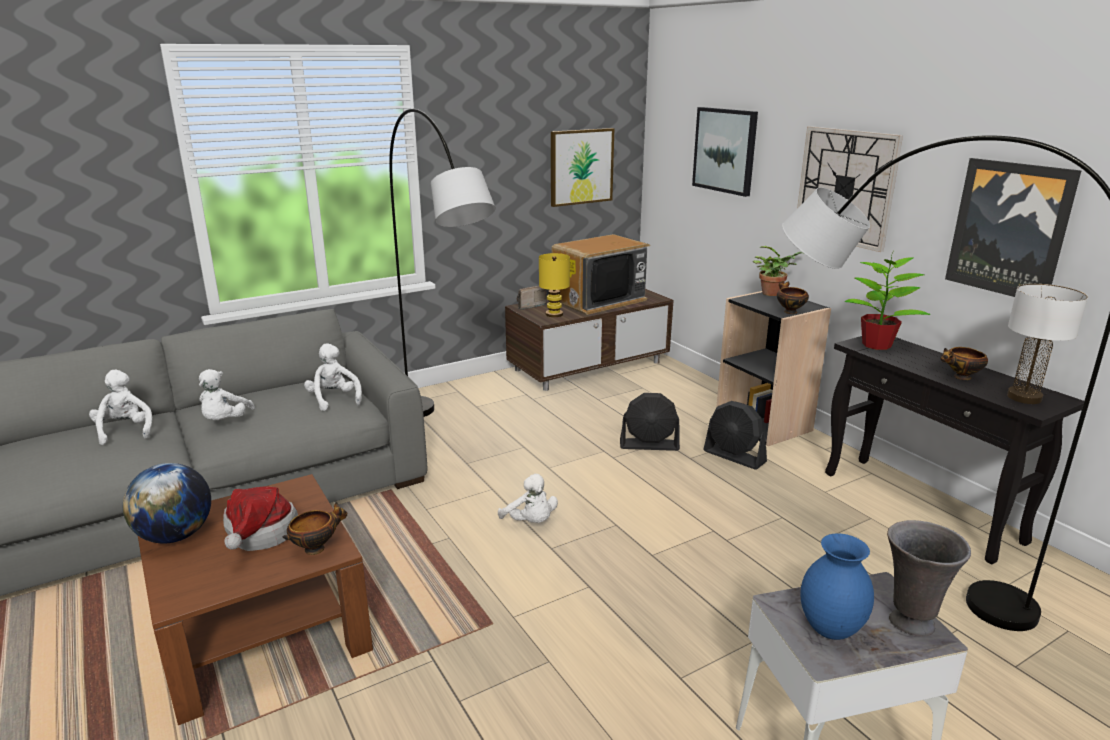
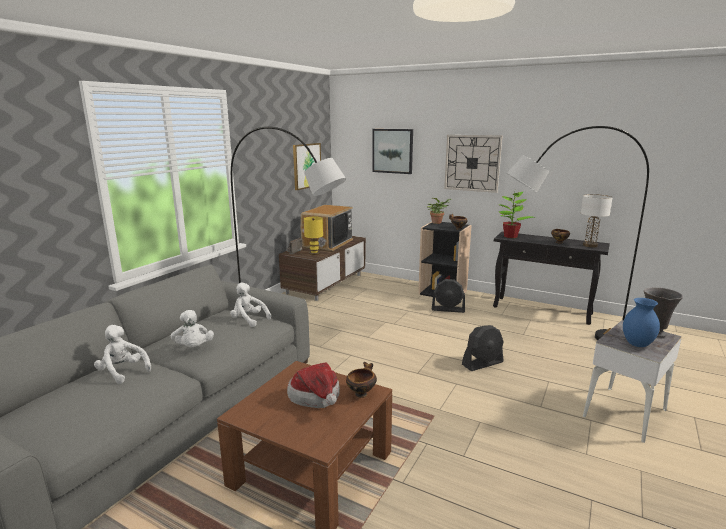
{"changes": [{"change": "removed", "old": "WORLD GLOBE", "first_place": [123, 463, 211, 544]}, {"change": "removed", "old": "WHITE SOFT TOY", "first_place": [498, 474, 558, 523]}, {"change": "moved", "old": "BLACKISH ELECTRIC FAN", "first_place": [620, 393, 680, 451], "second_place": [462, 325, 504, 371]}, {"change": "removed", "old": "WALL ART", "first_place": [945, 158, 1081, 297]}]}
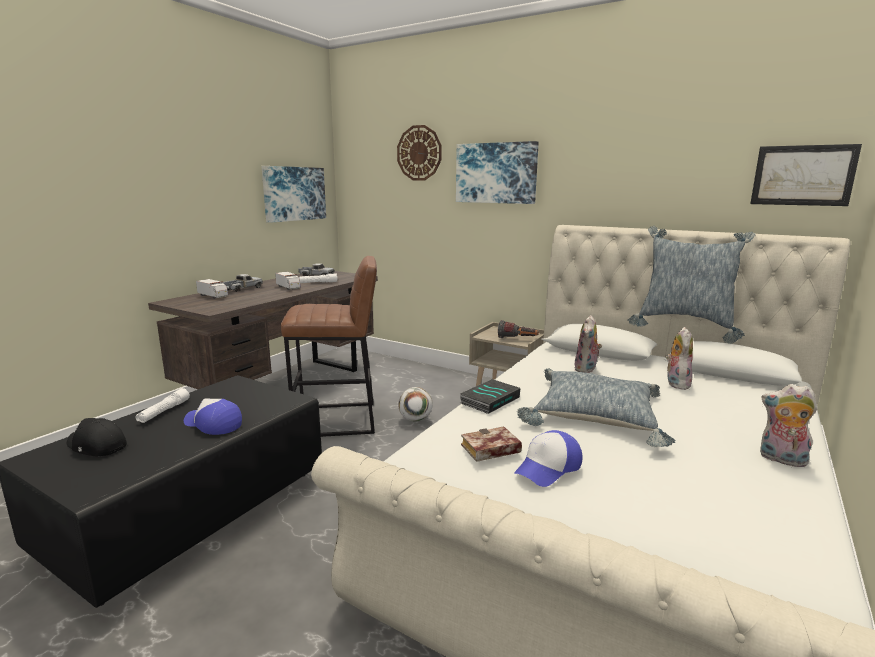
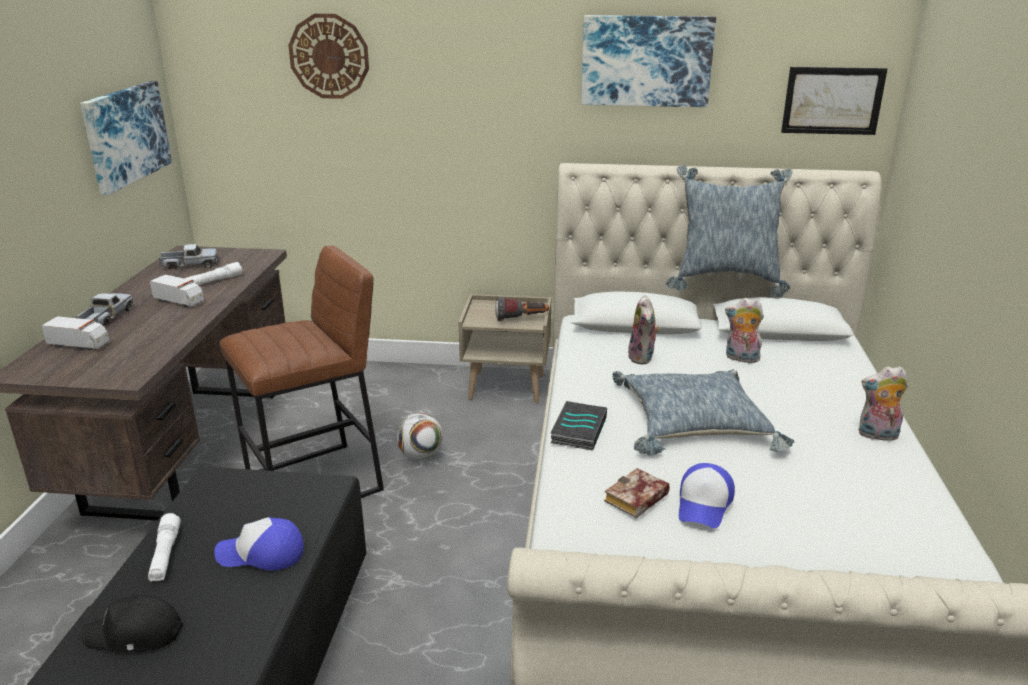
{"changes": [{"change": "moved", "old": "WALL ART", "first_place": [456, 141, 539, 204], "second_place": [581, 15, 716, 107]}, {"change": "turned", "old": "SOFT TOY", "first_place": [666, 327, 693, 390], "second_place": [725, 298, 764, 363], "degrees": -60}]}
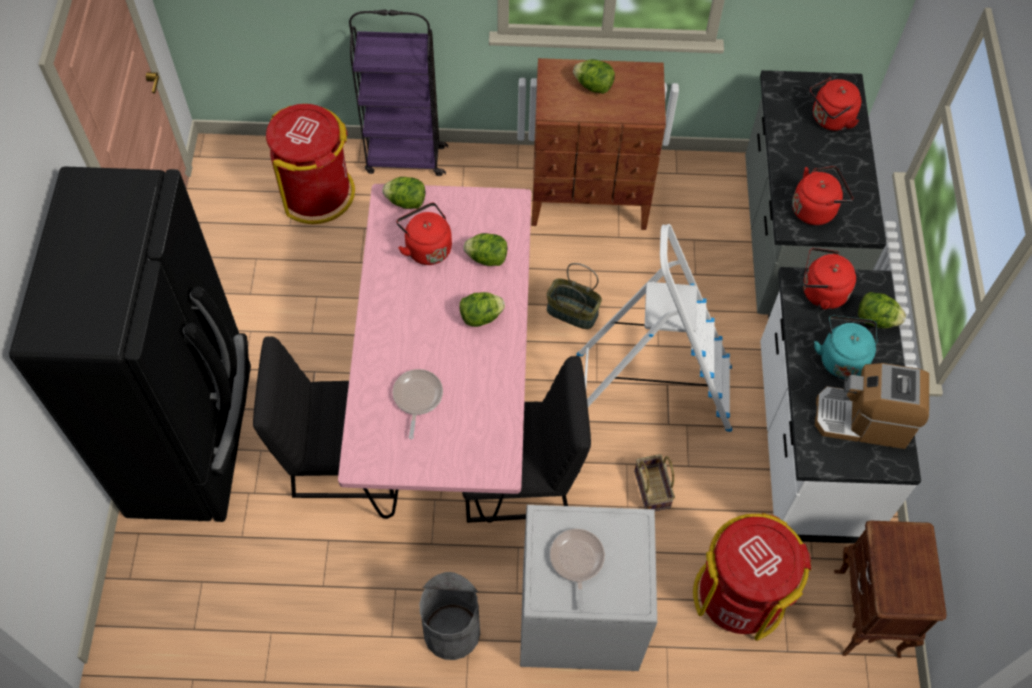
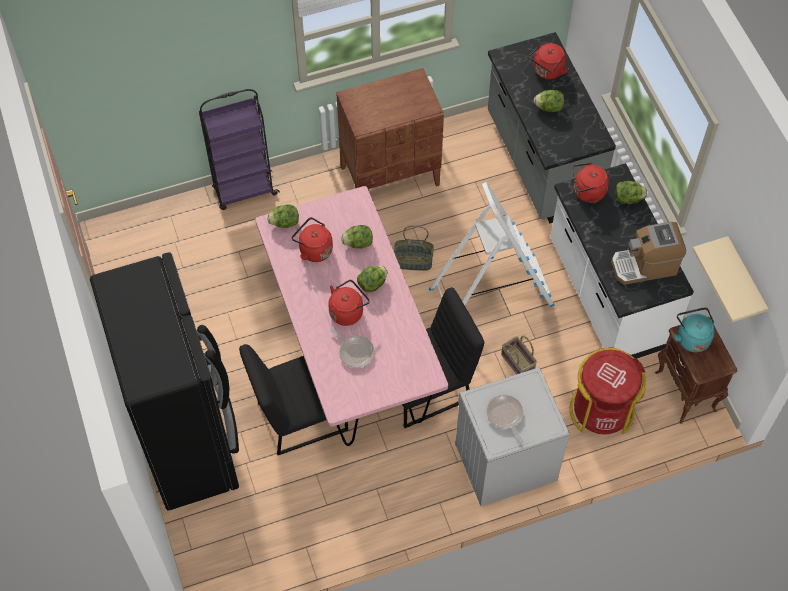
{"changes": [{"change": "removed", "old": "RED RUBBISH BIN", "first_place": [266, 104, 355, 224]}, {"change": "turned", "old": "FRYING PAN", "first_place": [393, 369, 443, 439], "second_place": [330, 328, 375, 368], "degrees": 150}, {"change": "removed", "old": "GREY RUBBISH BIN", "first_place": [420, 572, 480, 660]}, {"change": "moved", "old": "LETTUCE", "first_place": [573, 59, 615, 94], "second_place": [534, 90, 564, 112]}, {"change": "moved", "old": "RED TEA KETTLE", "first_place": [792, 166, 853, 225], "second_place": [328, 280, 370, 326]}, {"change": "moved", "old": "TURQUOISE-COLOURED TEA KETTLE", "first_place": [814, 316, 878, 379], "second_place": [674, 307, 715, 352]}, {"change": "added", "new": "BEIGE-COLOURED BRACKET SHELF", "second_place": [692, 236, 768, 322]}]}
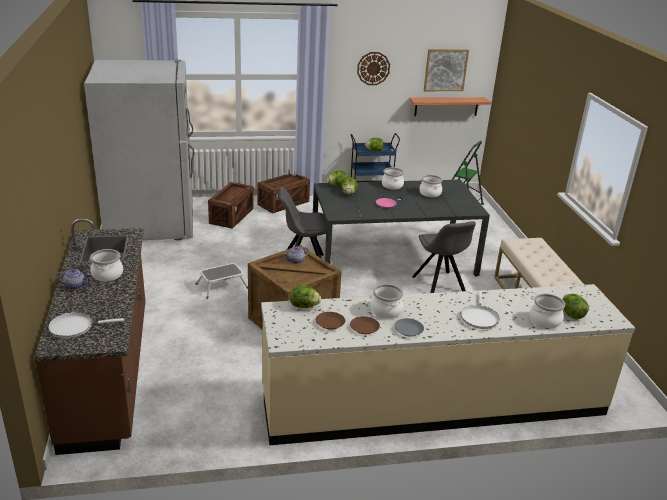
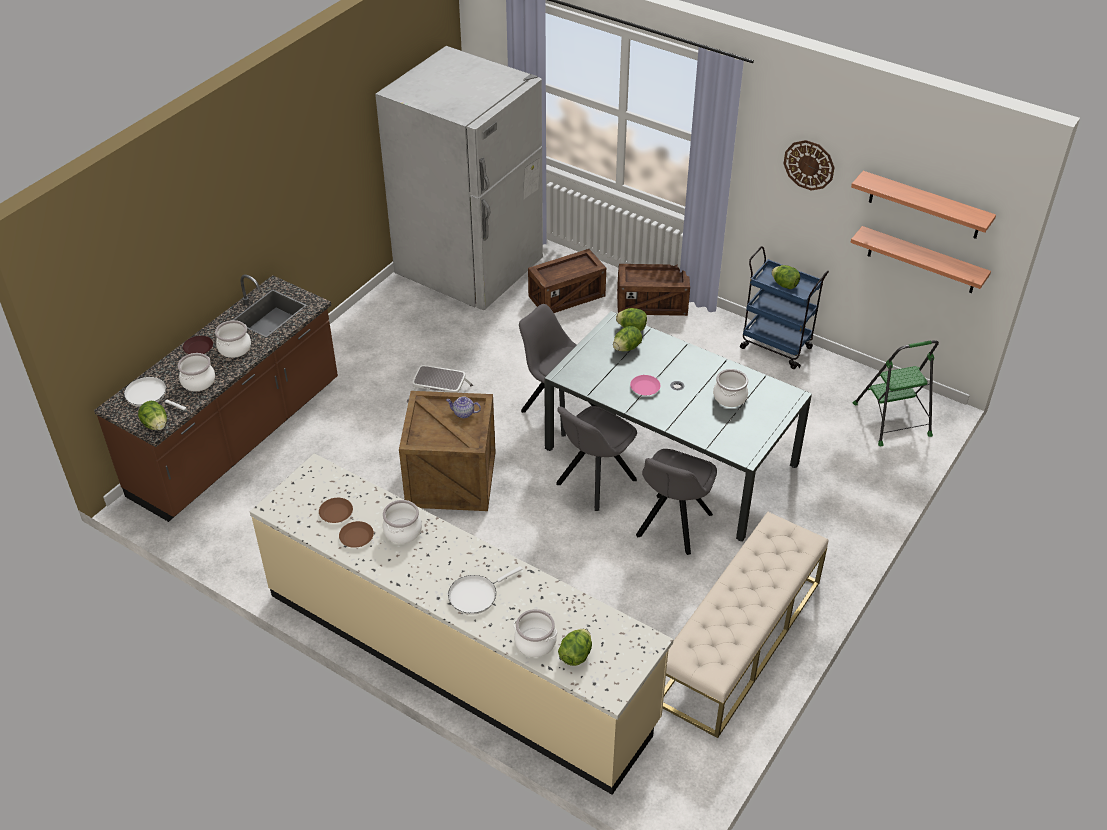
{"changes": [{"change": "replaced", "old": "POT FOR TEA", "new": "BROWNISH FLAT DISH", "first_place": [57, 269, 91, 290], "second_place": [183, 336, 213, 354]}, {"change": "moved", "old": "LETTUCE", "first_place": [290, 285, 321, 308], "second_place": [138, 401, 167, 430]}, {"change": "moved", "old": "COOKING POT", "first_place": [382, 167, 404, 190], "second_place": [178, 353, 215, 391]}, {"change": "removed", "old": "GREY FLAT DISH", "first_place": [394, 318, 424, 336]}, {"change": "replaced", "old": "WALL ART", "new": "BRACKET SHELF", "first_place": [424, 49, 469, 91], "second_place": [851, 171, 996, 239]}, {"change": "added", "new": "GREY UPRIGHT CHAIR", "second_place": [556, 406, 637, 511]}]}
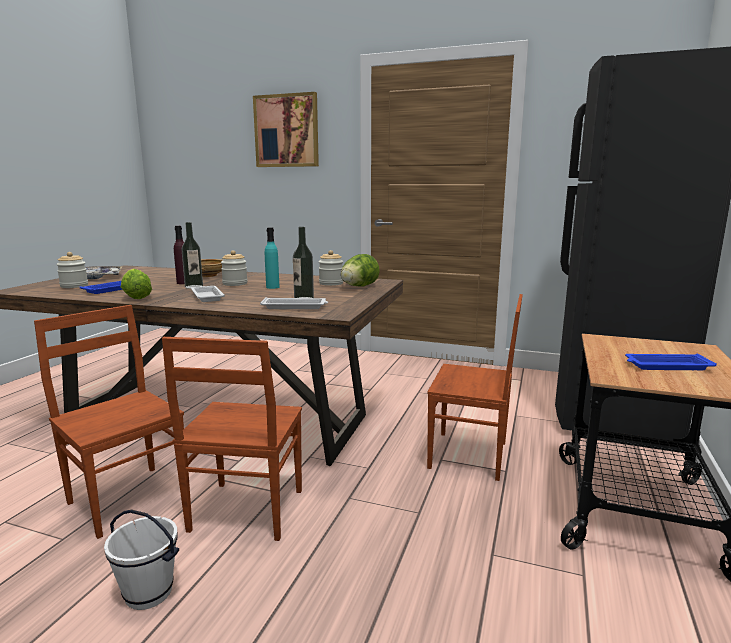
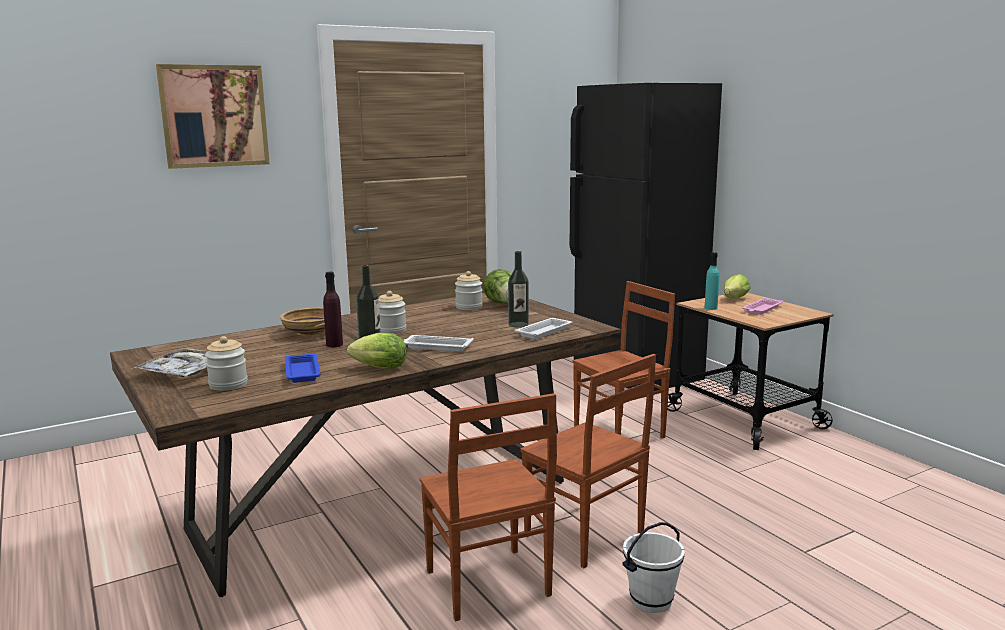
{"changes": [{"change": "turned", "old": "BROWNISH UPRIGHT CHAIR", "first_place": [34, 305, 184, 539], "second_place": [420, 393, 557, 621], "degrees": -105}, {"change": "moved", "old": "TURQUOISE-COLOURED BOTTLE", "first_place": [265, 227, 280, 289], "second_place": [704, 252, 719, 310]}, {"change": "recoloured", "old": "BLUE TRAY", "new": "PINK-COLOURED TRAY", "first_place": [625, 354, 717, 370], "second_place": [742, 298, 783, 315]}, {"change": "added", "new": "LETTUCE", "second_place": [724, 274, 751, 299]}]}
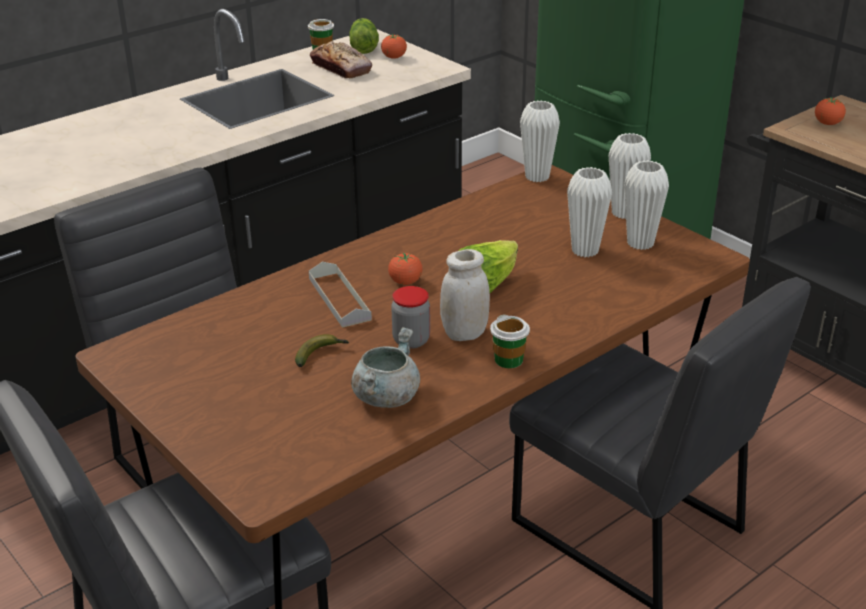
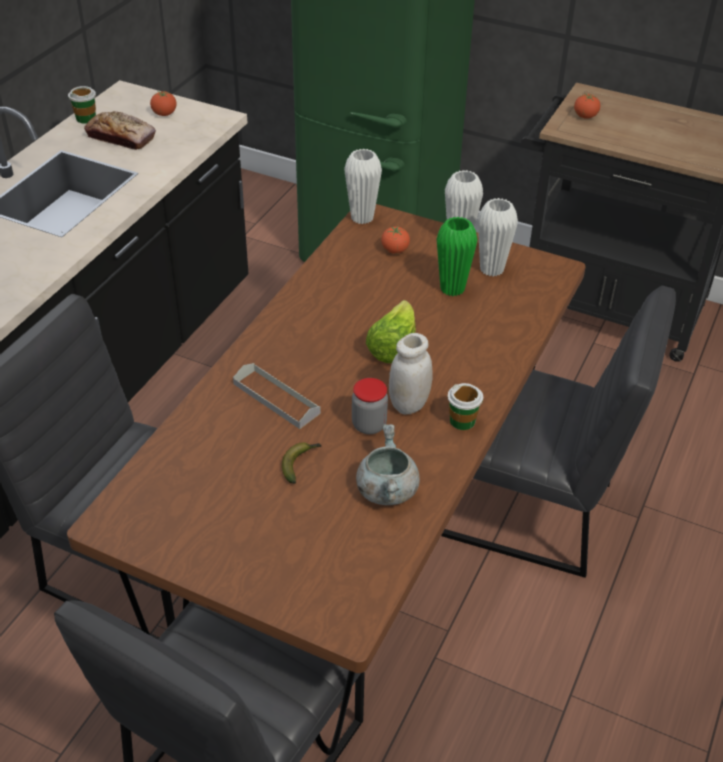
{"changes": [{"change": "removed", "old": "LETTUCE", "first_place": [349, 18, 379, 54]}, {"change": "moved", "old": "TOMATO", "first_place": [388, 253, 422, 285], "second_place": [381, 227, 410, 253]}, {"change": "recoloured", "old": "WHITE FLOWER VASE", "new": "GREEN-COLOURED FLOWER VASE", "first_place": [567, 167, 612, 257], "second_place": [437, 217, 477, 296]}]}
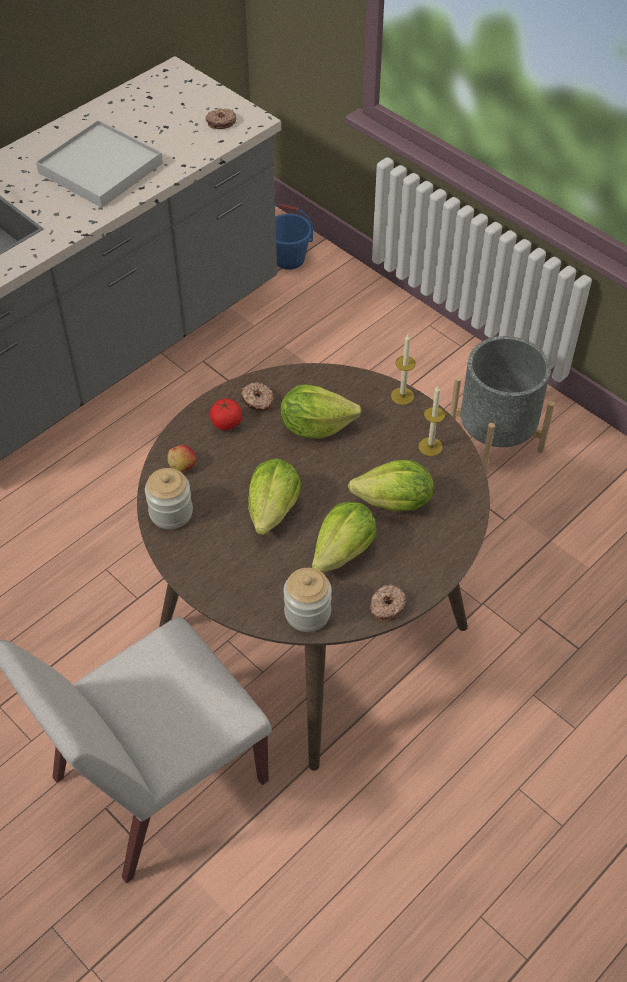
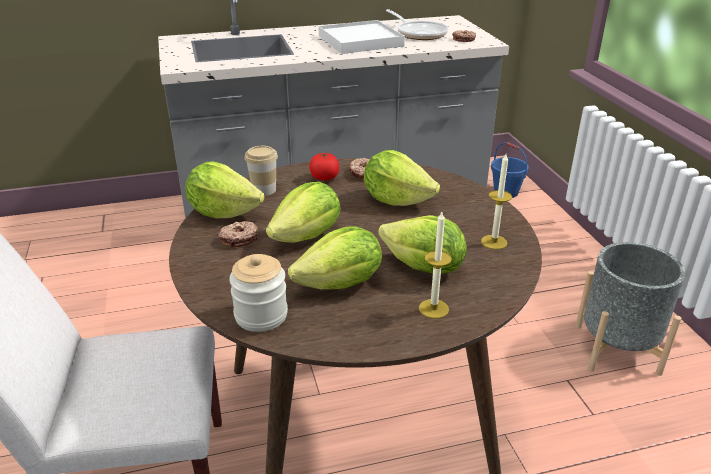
{"changes": [{"change": "replaced", "old": "PRESERVE JAR", "new": "LETTUCE", "first_place": [145, 468, 193, 529], "second_place": [185, 161, 264, 219]}, {"change": "replaced", "old": "APPLE FRUIT", "new": "DRINKING CUP", "first_place": [167, 444, 196, 472], "second_place": [245, 146, 278, 196]}, {"change": "moved", "old": "DONUT", "first_place": [369, 584, 407, 622], "second_place": [218, 221, 259, 247]}, {"change": "moved", "old": "WAX CANDLE", "first_place": [391, 334, 416, 405], "second_place": [419, 212, 452, 318]}, {"change": "added", "new": "FRYING PAN", "second_place": [386, 9, 448, 40]}]}
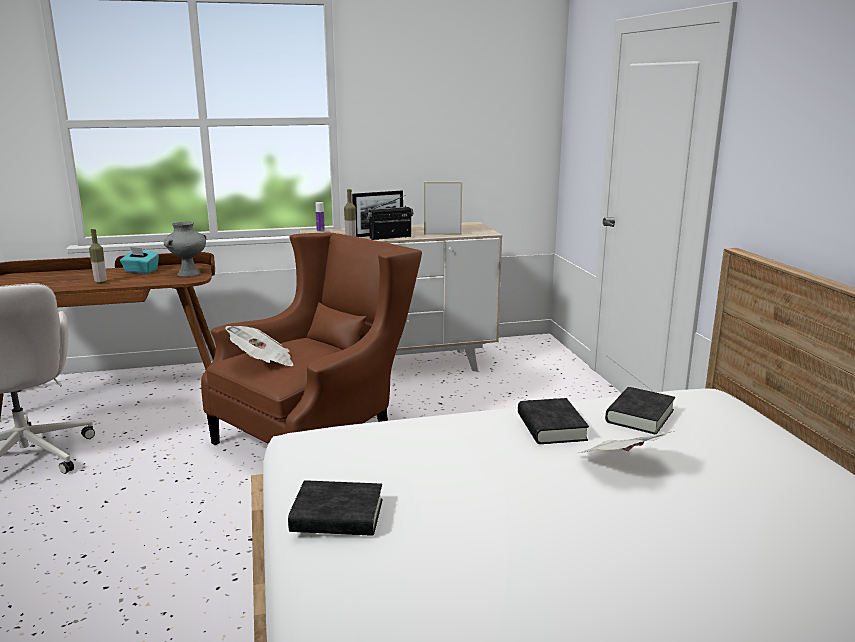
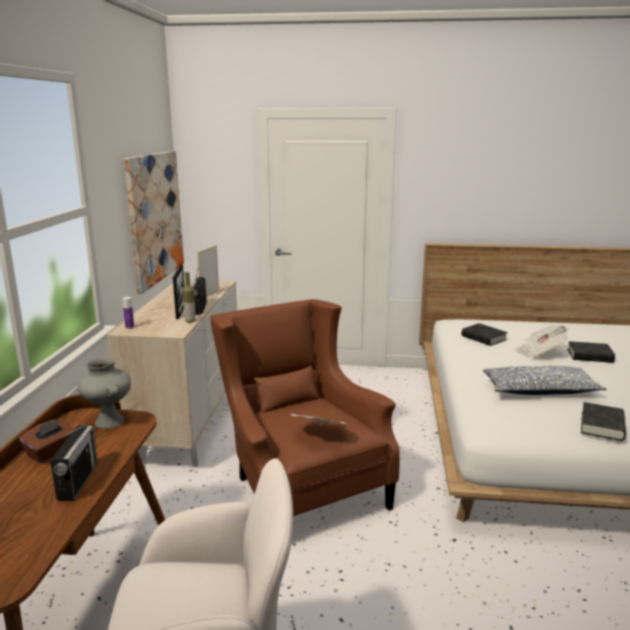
{"changes": [{"change": "replaced", "old": "BOTTLE", "new": "RADIO", "first_place": [89, 229, 107, 284], "second_place": [50, 425, 98, 501]}, {"change": "recoloured", "old": "TURQUOISE-COLOURED TISSUE HOLDER", "new": "BROWNISH TISSUE HOLDER", "first_place": [120, 247, 159, 274], "second_place": [19, 419, 75, 463]}, {"change": "moved", "old": "BLACKISH VOLUME", "first_place": [518, 398, 589, 444], "second_place": [567, 341, 615, 363]}, {"change": "added", "new": "WALL ART", "second_place": [124, 151, 184, 294]}, {"change": "added", "new": "THROW PILLOW", "second_place": [483, 366, 606, 395]}]}
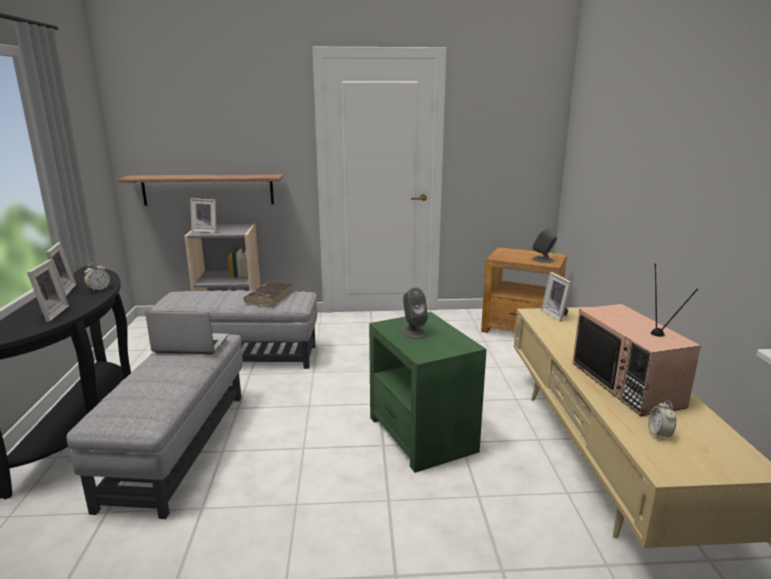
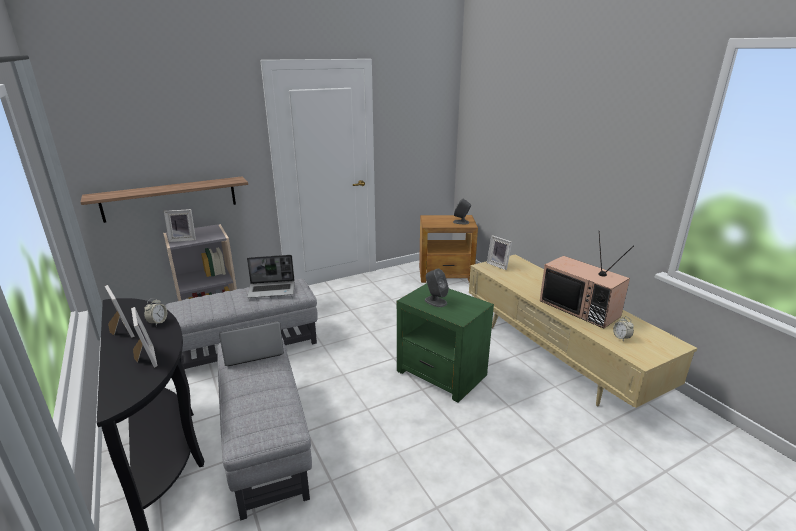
{"changes": [{"change": "replaced", "old": "BROWNISH VOLUME", "new": "NOTEBOOK COMPUTER", "first_place": [244, 282, 293, 306], "second_place": [247, 255, 295, 298]}]}
